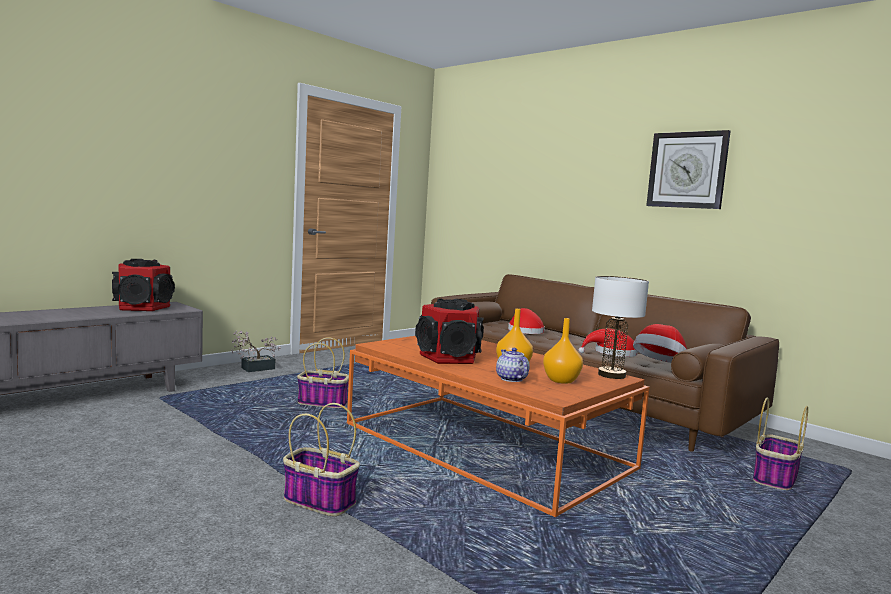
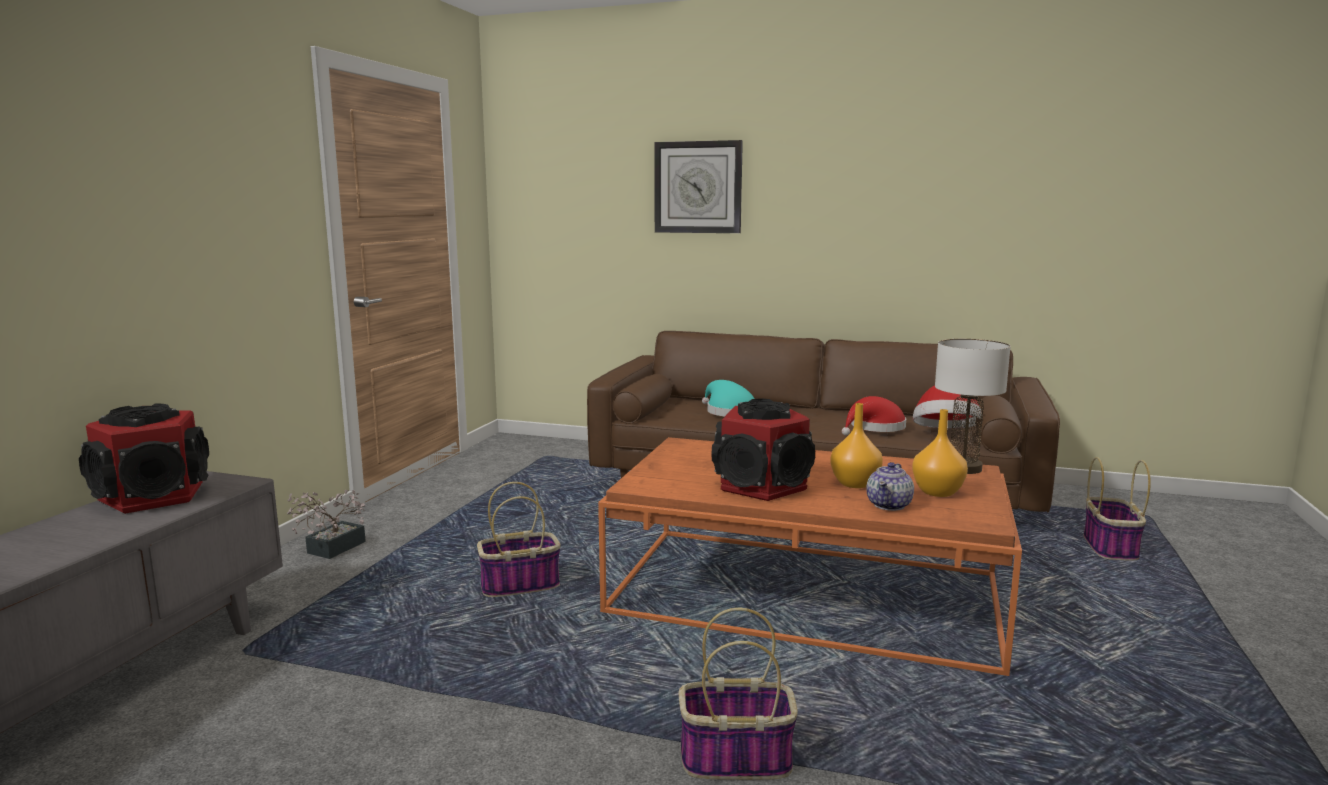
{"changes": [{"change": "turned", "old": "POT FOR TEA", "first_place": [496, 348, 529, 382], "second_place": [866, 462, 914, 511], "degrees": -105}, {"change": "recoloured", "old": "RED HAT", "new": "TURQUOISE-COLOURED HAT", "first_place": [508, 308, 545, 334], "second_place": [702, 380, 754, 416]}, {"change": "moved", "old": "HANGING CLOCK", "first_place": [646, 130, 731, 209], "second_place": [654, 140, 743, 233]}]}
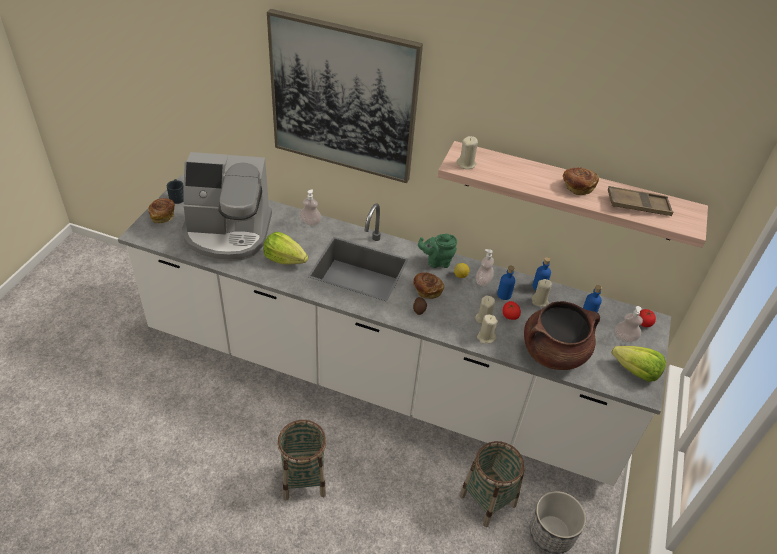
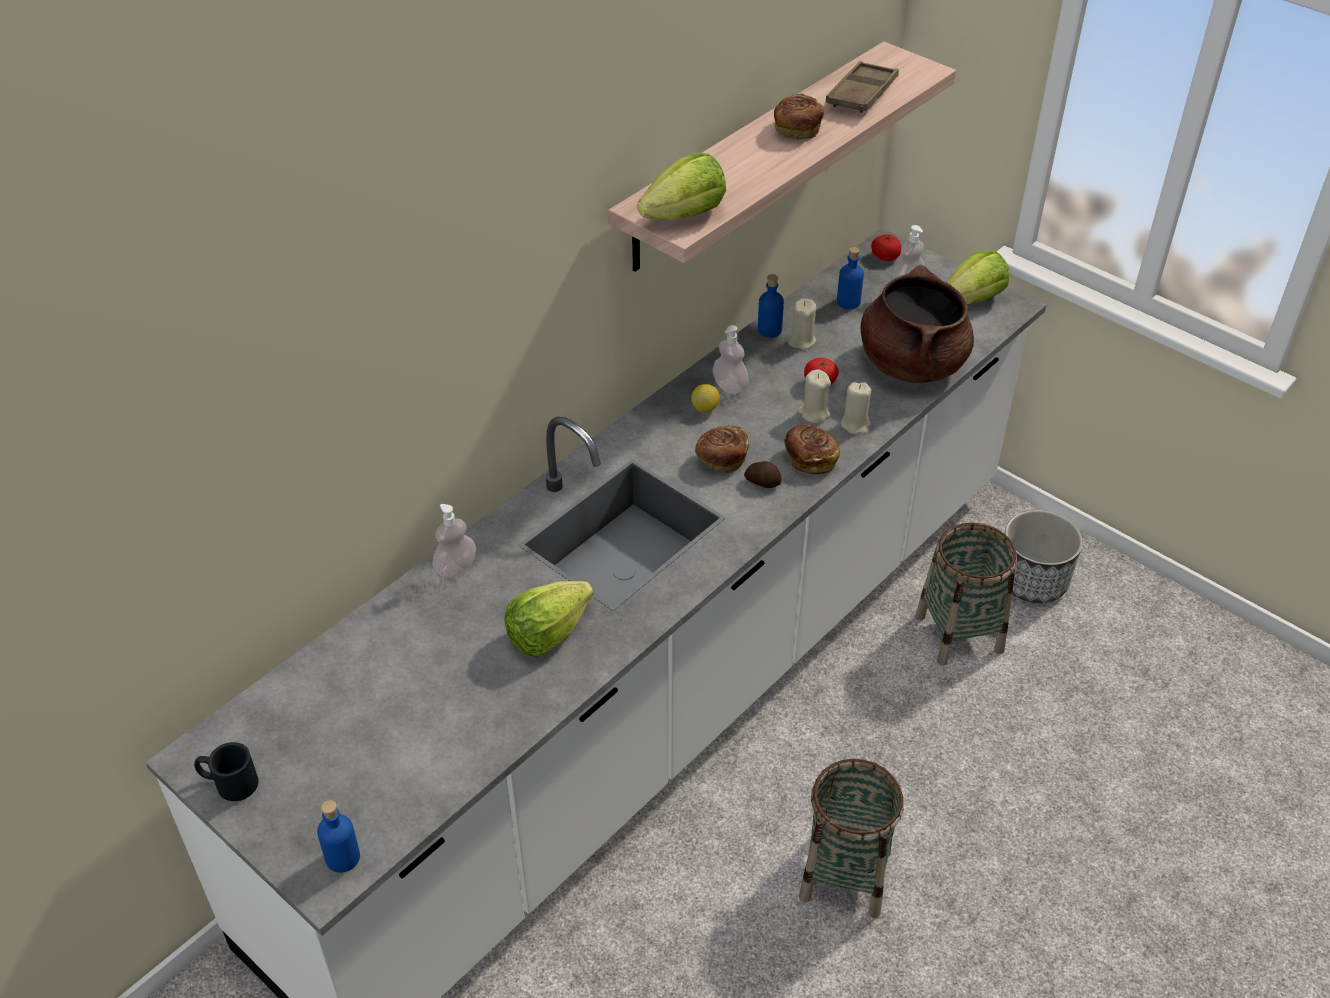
{"changes": [{"change": "moved", "old": "BREAD", "first_place": [148, 198, 175, 223], "second_place": [784, 424, 840, 474]}, {"change": "removed", "old": "COFFEE BREWER", "first_place": [182, 152, 272, 261]}, {"change": "removed", "old": "WALL ART", "first_place": [267, 9, 423, 183]}, {"change": "removed", "old": "GREEN-COLOURED POT FOR TEA", "first_place": [418, 234, 457, 268]}, {"change": "replaced", "old": "BEIGE-COLOURED WAX CANDLE", "new": "LETTUCE", "first_place": [457, 136, 478, 169], "second_place": [638, 153, 726, 220]}, {"change": "moved", "old": "BLUE BOTTLE", "first_place": [497, 266, 515, 300], "second_place": [317, 800, 360, 873]}]}
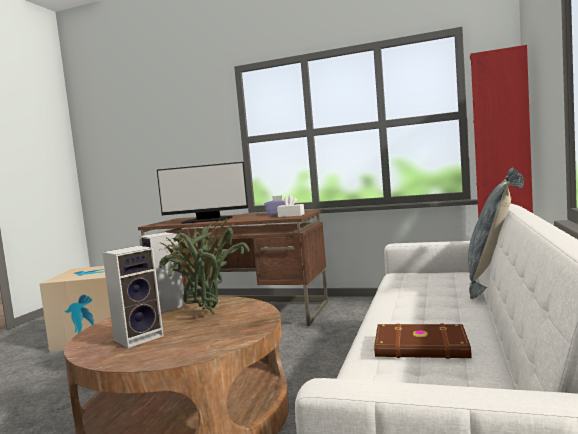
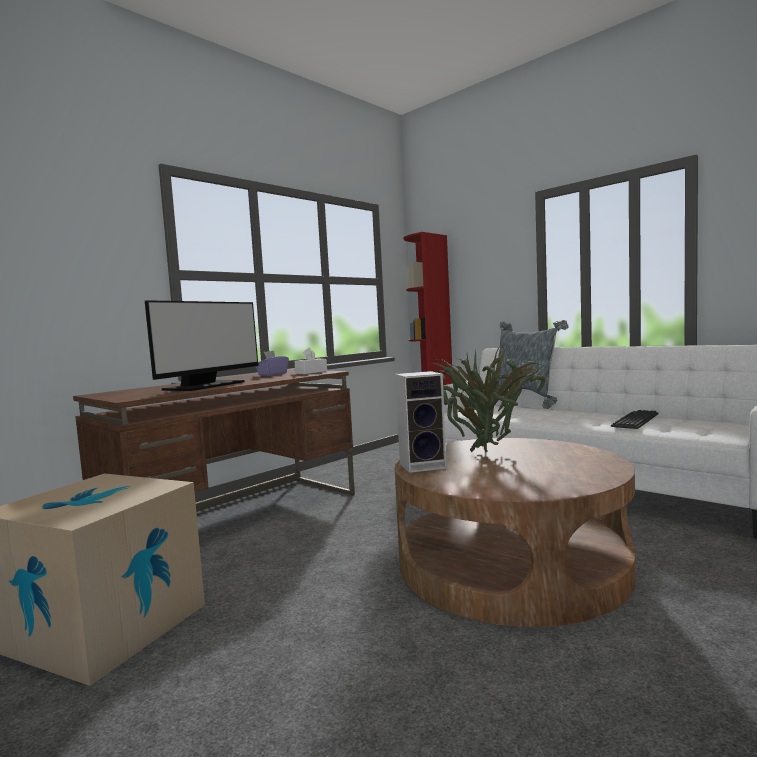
{"changes": [{"change": "removed", "old": "SPEAKER", "first_place": [102, 246, 164, 348]}, {"change": "replaced", "old": "BROWNISH VOLUME", "new": "COMPUTER KEYBOARD", "first_place": [374, 324, 472, 359], "second_place": [611, 410, 659, 429]}]}
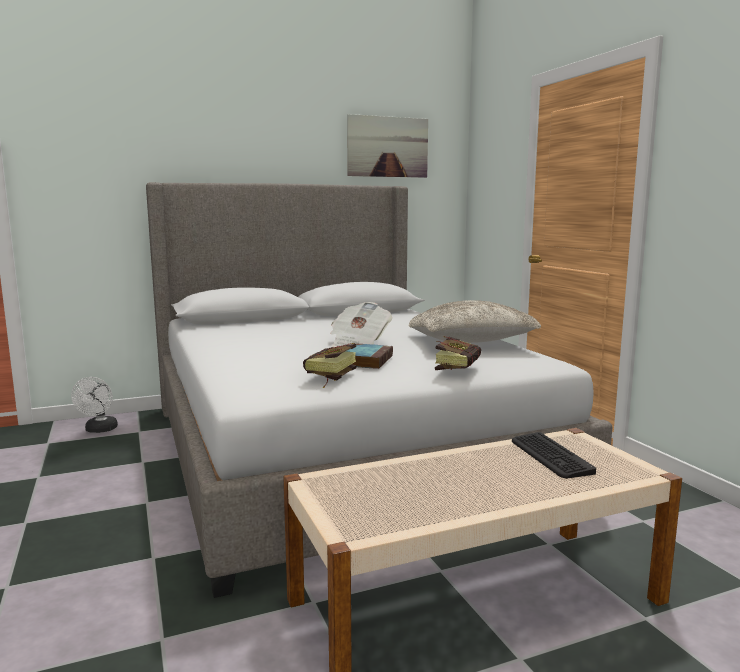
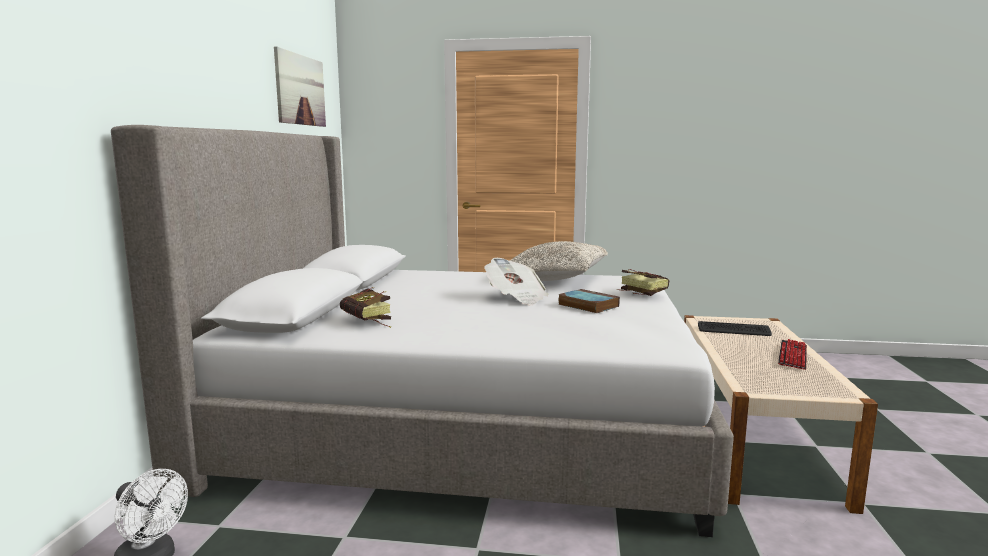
{"changes": [{"change": "moved", "old": "VOLUME", "first_place": [303, 343, 357, 389], "second_place": [340, 287, 392, 328]}, {"change": "added", "new": "COMPUTER KEYBOARD", "second_place": [778, 339, 807, 370]}]}
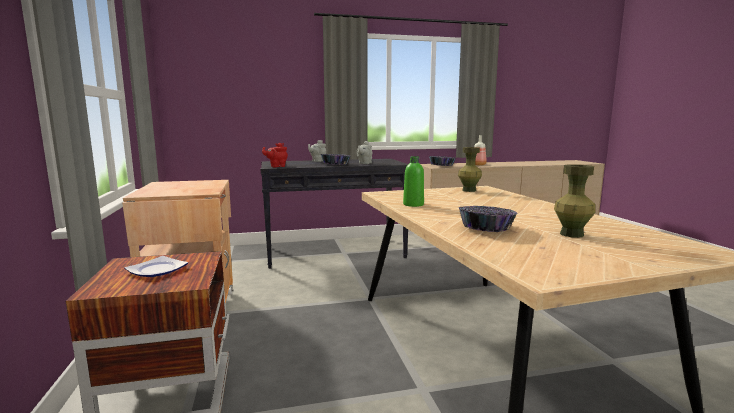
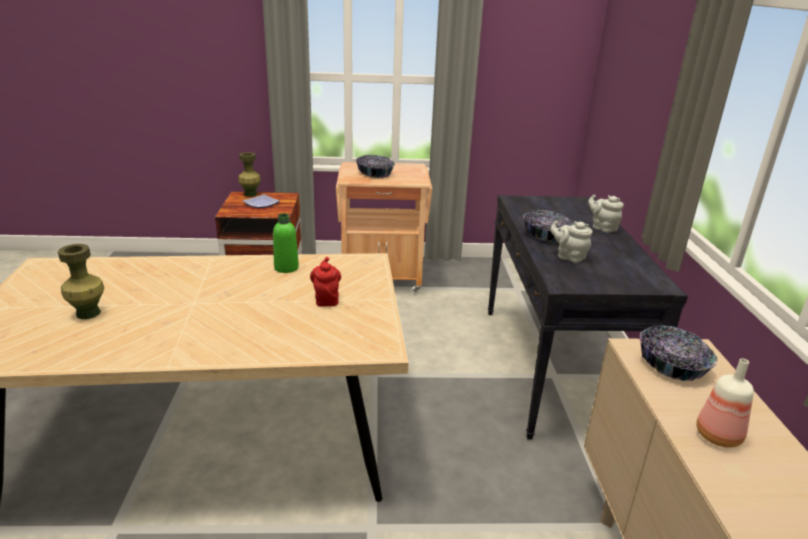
{"changes": [{"change": "moved", "old": "RED POT FOR TEA", "first_place": [262, 143, 288, 167], "second_place": [310, 257, 341, 306]}, {"change": "moved", "old": "GREEN-COLOURED FLOWER VASE", "first_place": [458, 147, 482, 192], "second_place": [238, 152, 261, 197]}, {"change": "moved", "old": "SERVING BOWL", "first_place": [458, 206, 517, 232], "second_place": [356, 155, 395, 178]}]}
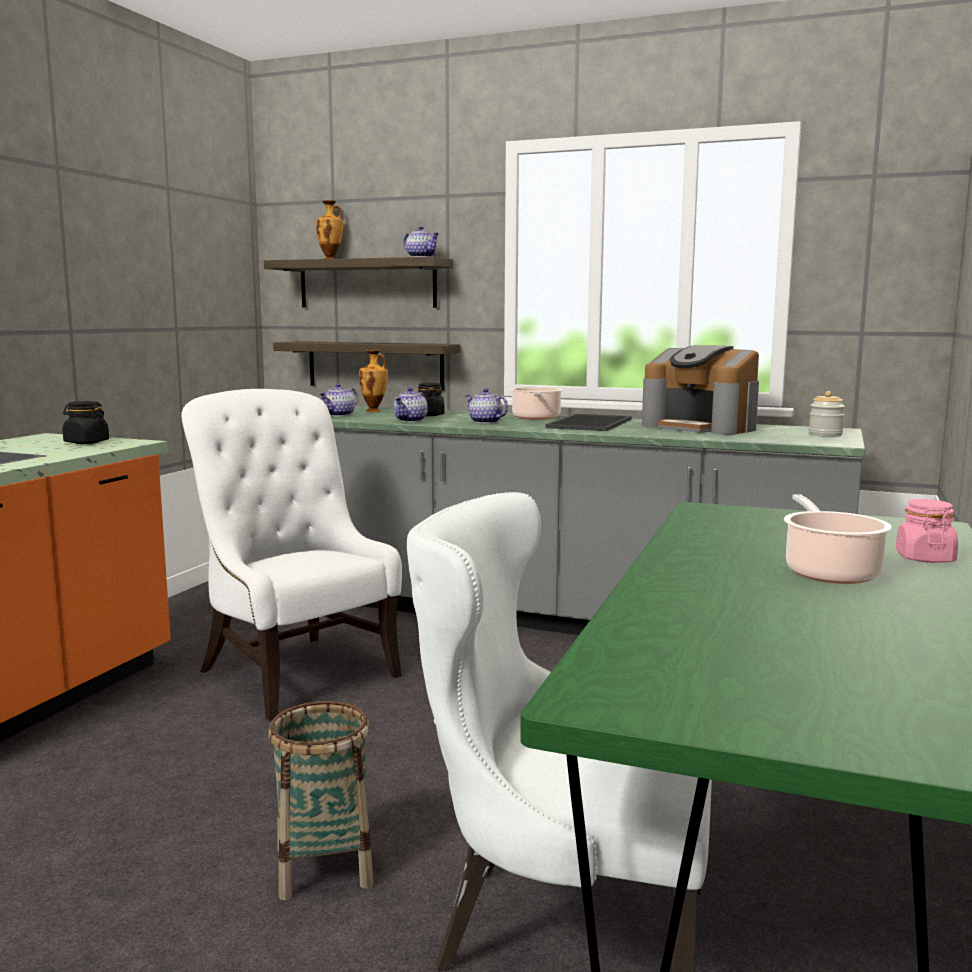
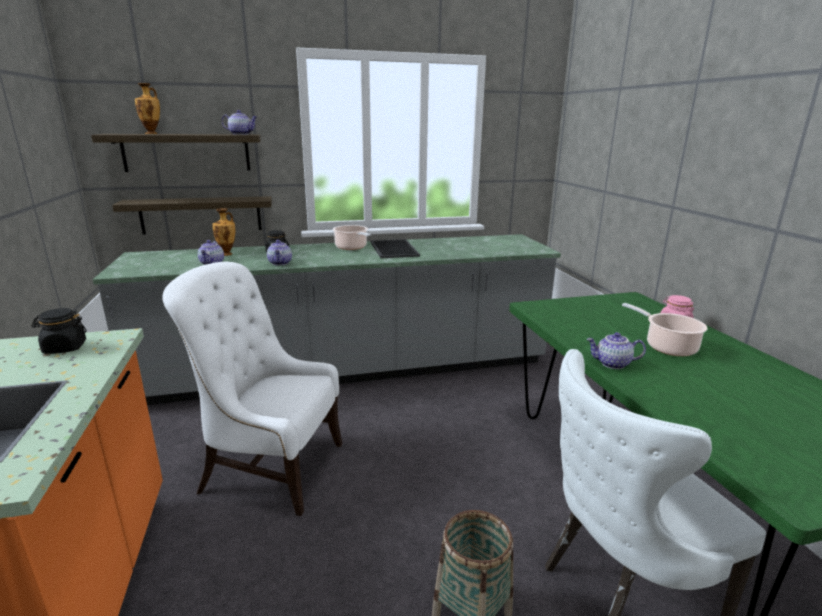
{"changes": [{"change": "moved", "old": "POT FOR TEA", "first_place": [465, 389, 508, 424], "second_place": [586, 332, 646, 369]}, {"change": "removed", "old": "COFFEE BREWER", "first_place": [642, 345, 759, 435]}, {"change": "removed", "old": "PRESERVE JAR", "first_place": [809, 391, 845, 437]}]}
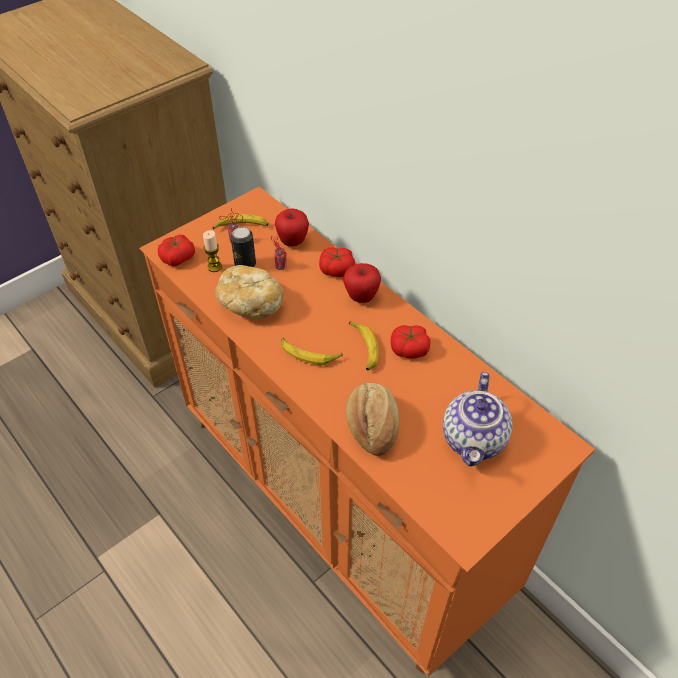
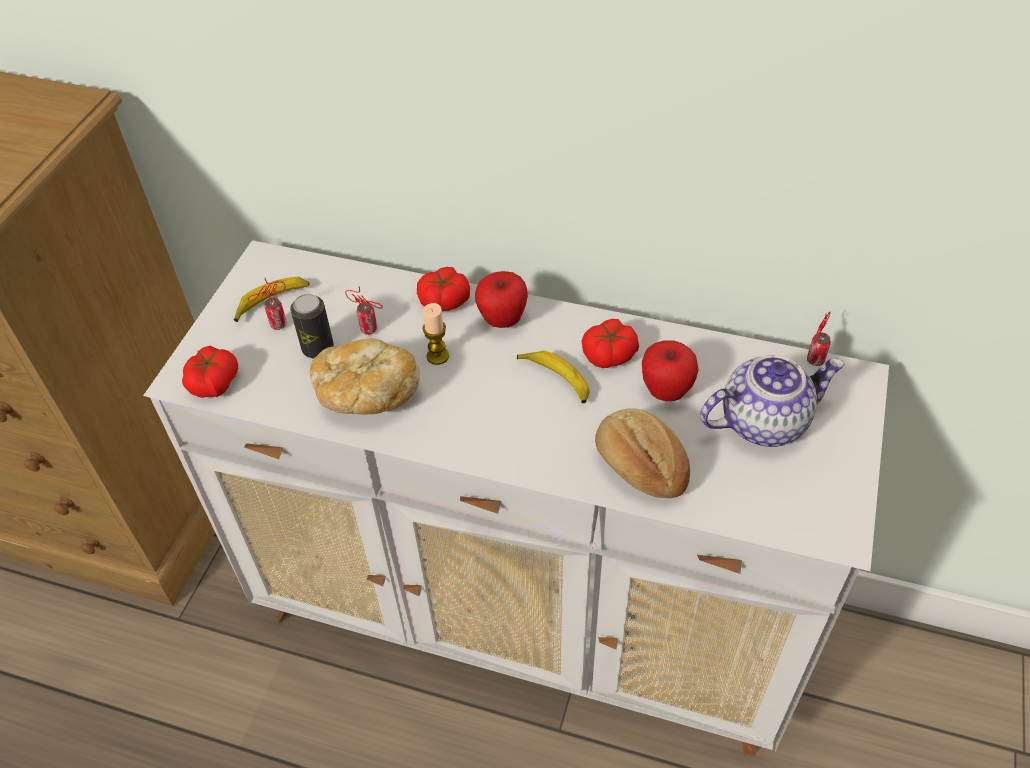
{"changes": [{"change": "recoloured", "old": "ORANGEY CABINET", "new": "WHITE CABINET", "first_place": [139, 187, 595, 677], "second_place": [143, 240, 889, 756]}, {"change": "moved", "old": "WAX CANDLE", "first_place": [203, 230, 222, 272], "second_place": [422, 303, 449, 365]}, {"change": "moved", "old": "APPLE FRUIT", "first_place": [275, 208, 309, 247], "second_place": [642, 340, 699, 401]}, {"change": "removed", "old": "WHOLE BANANA", "first_place": [281, 338, 343, 365]}, {"change": "turned", "old": "POT FOR TEA", "first_place": [443, 372, 512, 466], "second_place": [700, 355, 845, 447], "degrees": -90}, {"change": "added", "new": "SEALED CAN", "second_place": [807, 312, 831, 366]}]}
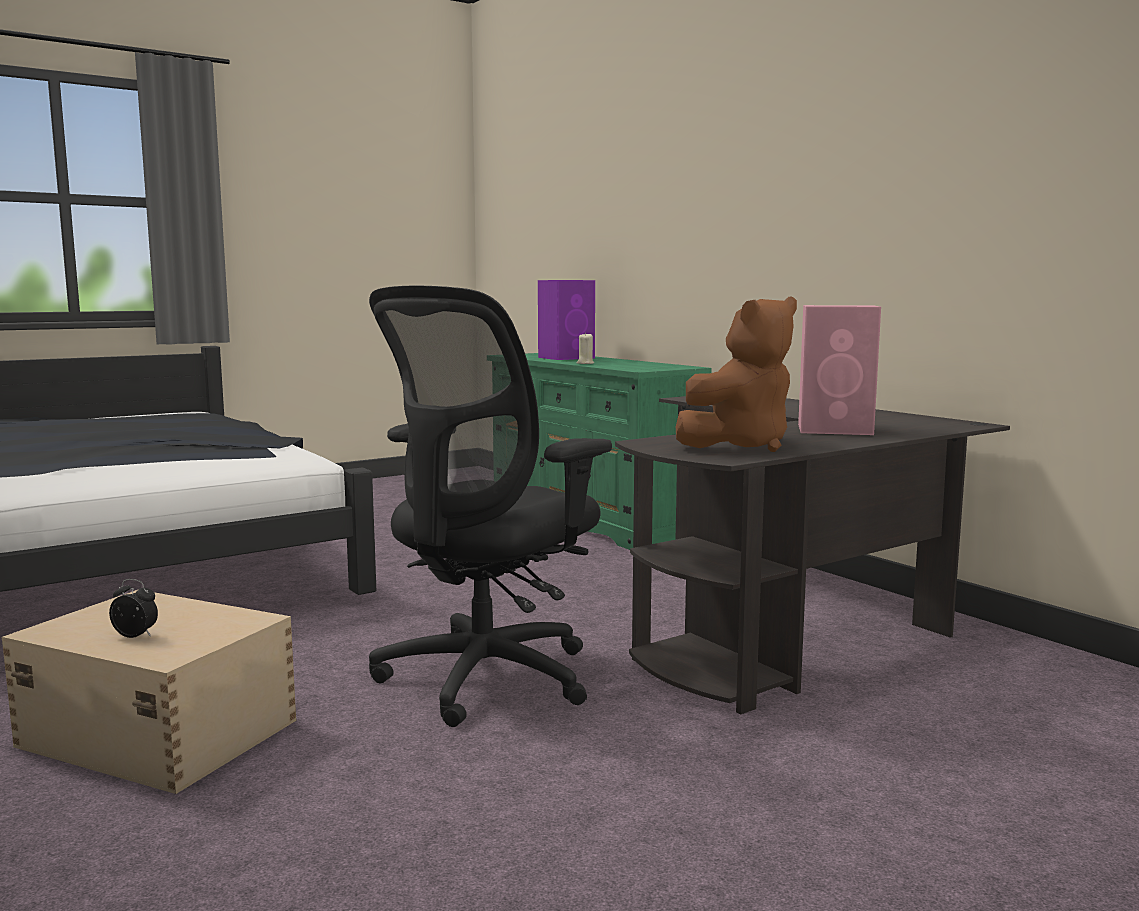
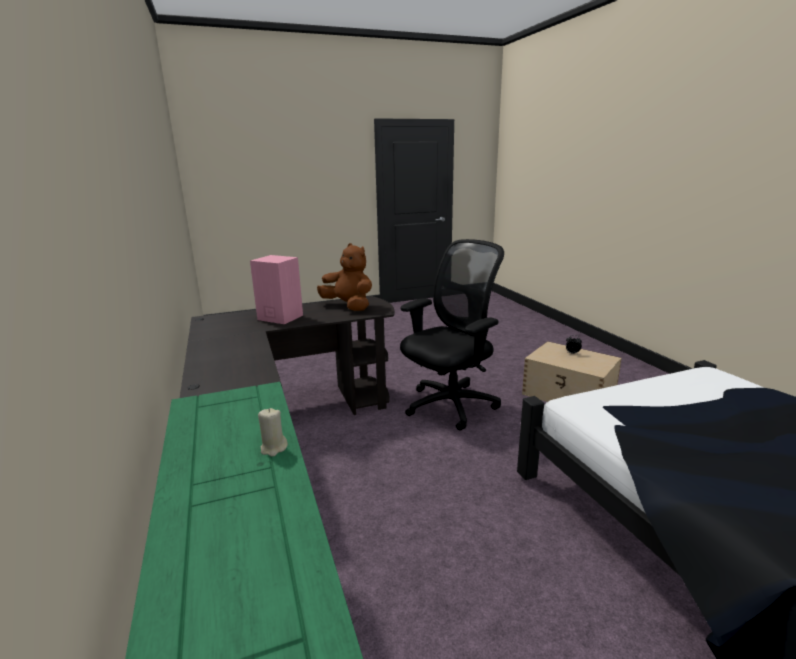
{"changes": [{"change": "removed", "old": "PURPLE SPEAKER", "first_place": [538, 280, 595, 360]}, {"change": "turned", "old": "BROWNISH SOFT TOY", "first_place": [676, 296, 797, 452], "second_place": [317, 243, 372, 311], "degrees": 60}]}
